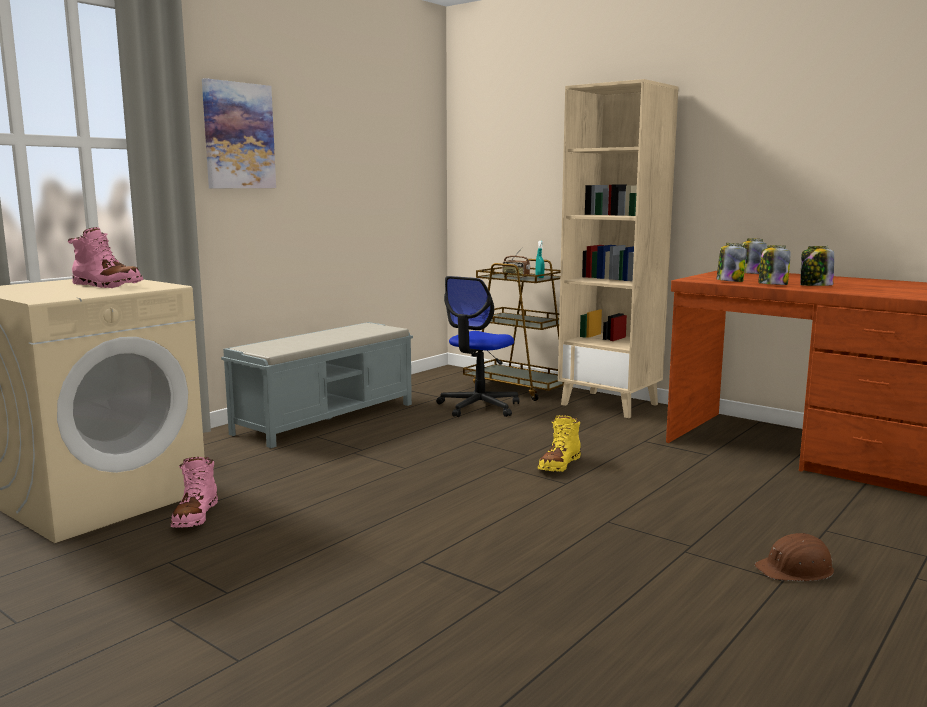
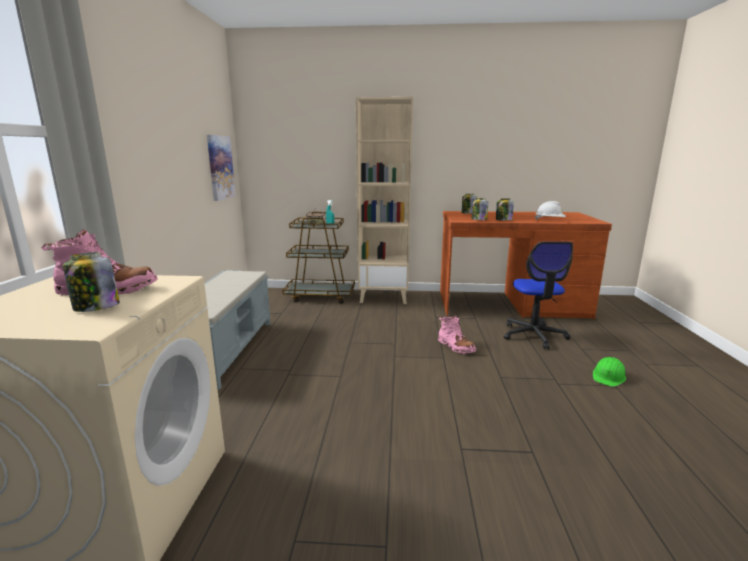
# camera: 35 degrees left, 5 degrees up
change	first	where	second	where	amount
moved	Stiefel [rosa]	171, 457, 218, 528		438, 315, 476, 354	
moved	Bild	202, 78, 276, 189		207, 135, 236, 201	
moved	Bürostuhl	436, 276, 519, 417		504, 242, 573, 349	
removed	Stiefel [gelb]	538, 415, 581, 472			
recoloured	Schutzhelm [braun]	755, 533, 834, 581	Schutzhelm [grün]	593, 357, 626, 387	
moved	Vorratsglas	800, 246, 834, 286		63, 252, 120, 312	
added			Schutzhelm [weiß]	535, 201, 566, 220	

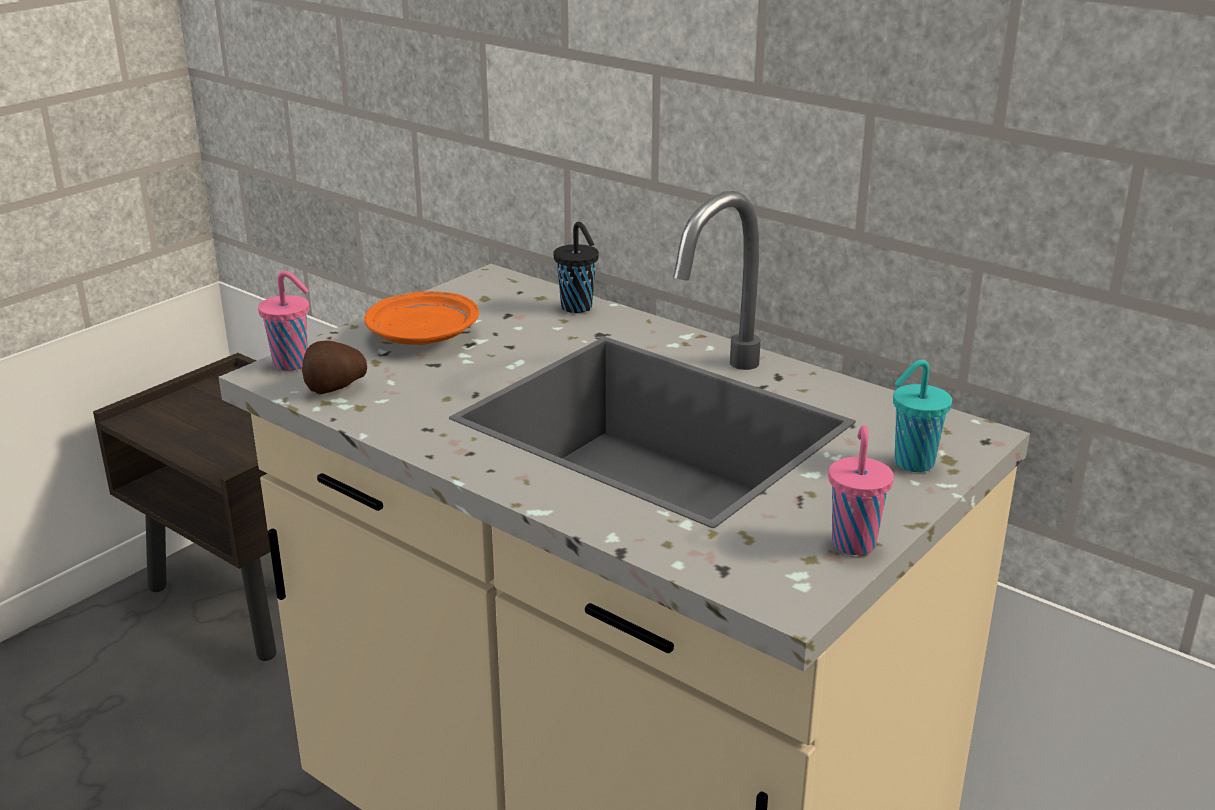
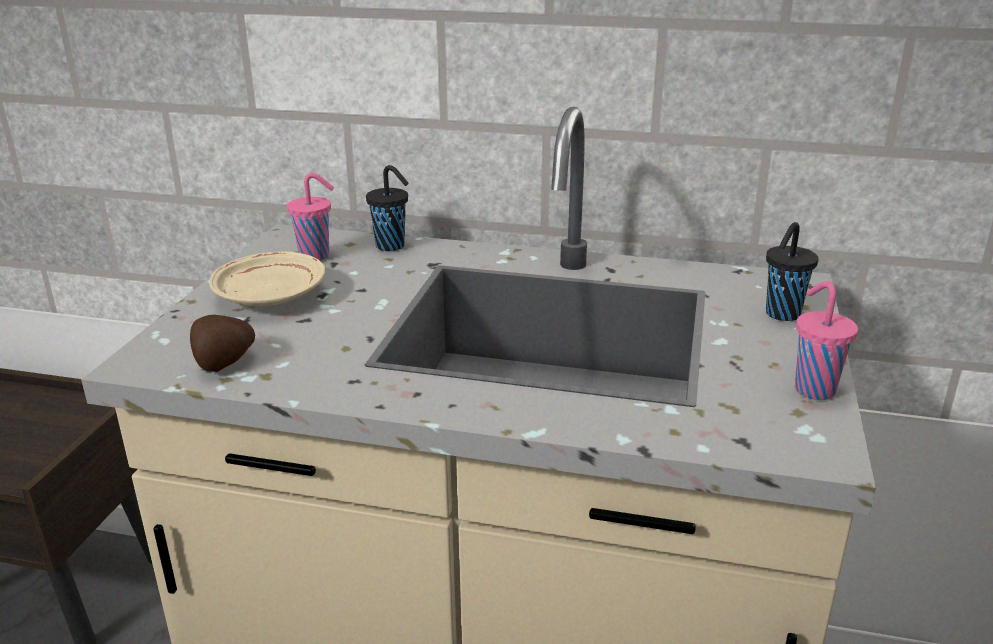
# camera: 25 degrees left, 0 degrees up
change	first	where	second	where	amount
moved	Tasse [rosa]	258, 271, 309, 371		287, 173, 334, 261	
recoloured	Teller [orange]	364, 291, 479, 345	Teller [beige]	209, 251, 325, 307	
recoloured	Tasse [türkis]	893, 359, 952, 472	Tasse [schwarz]	766, 222, 819, 321	

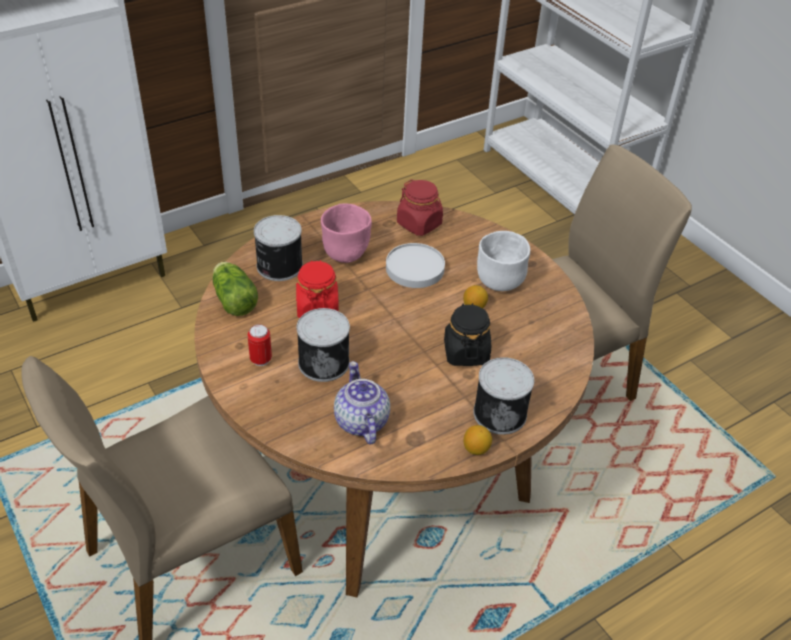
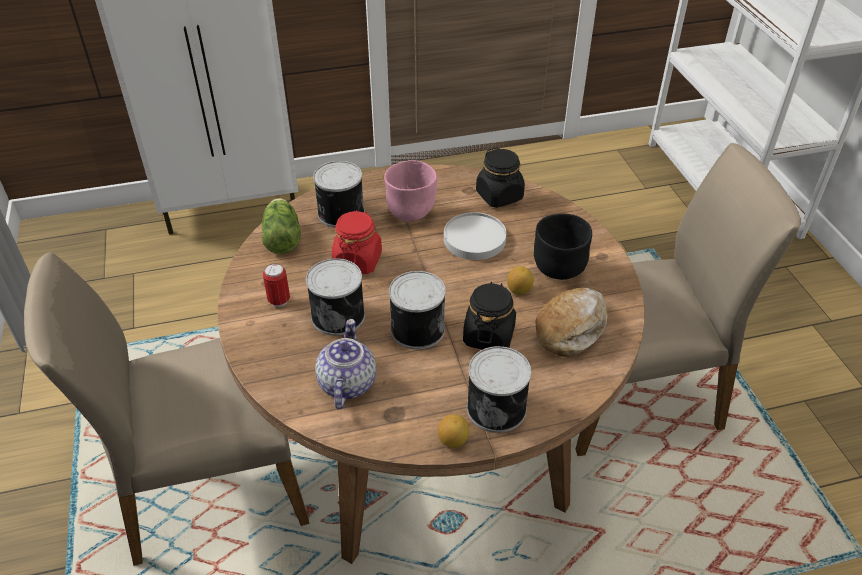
# camera: 20 degrees right, 0 degrees up
change	first	where	second	where	amount
recoloured	Vorratsglas [rot]	397, 179, 443, 236	Vorratsglas [schwarz]	476, 147, 525, 208	
recoloured	Schüssel [weiß]	477, 231, 530, 291	Schüssel [schwarz]	534, 214, 592, 280	
added			Dose	389, 271, 446, 350	
added			Brot	535, 288, 607, 357	

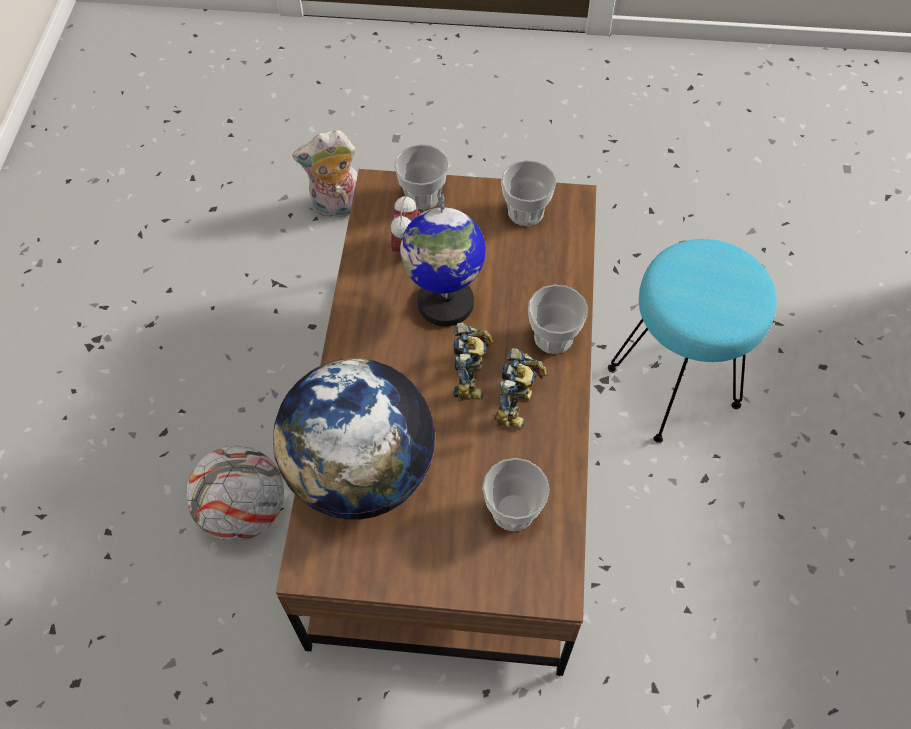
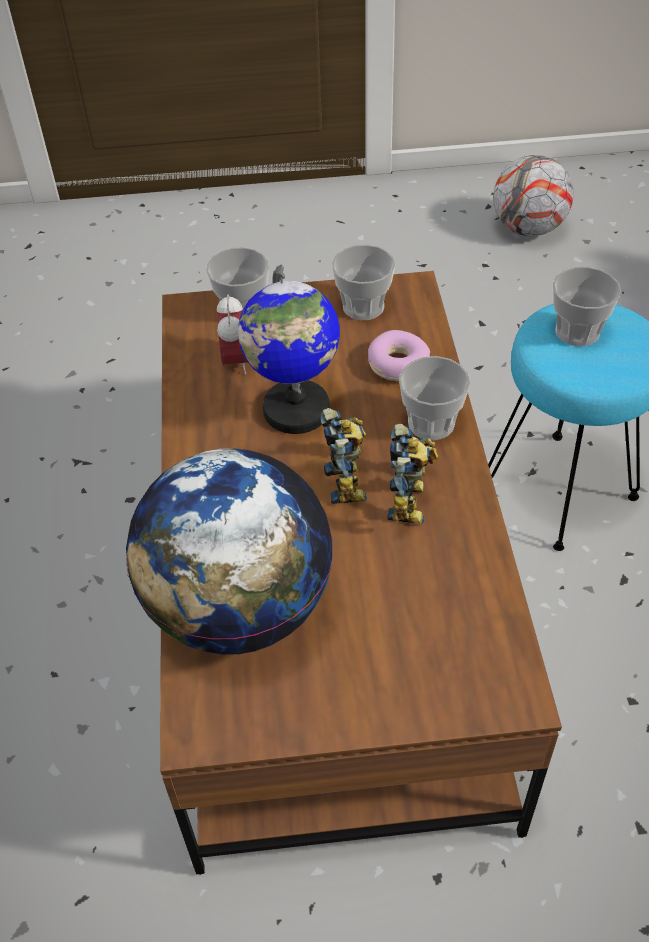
# camera: 10 degrees left, 10 degrees down
change	first	where	second	where	amount
moved	Fußball	186, 445, 284, 541		493, 155, 574, 236	
removed	Plüschtier	292, 130, 358, 218			
moved	Tasse	482, 458, 550, 531		553, 267, 621, 346	
added			Donut	368, 330, 430, 381	

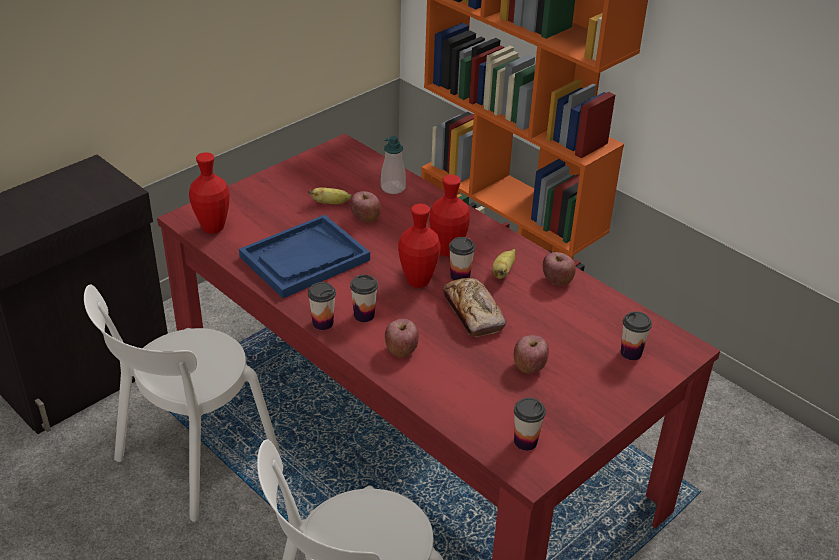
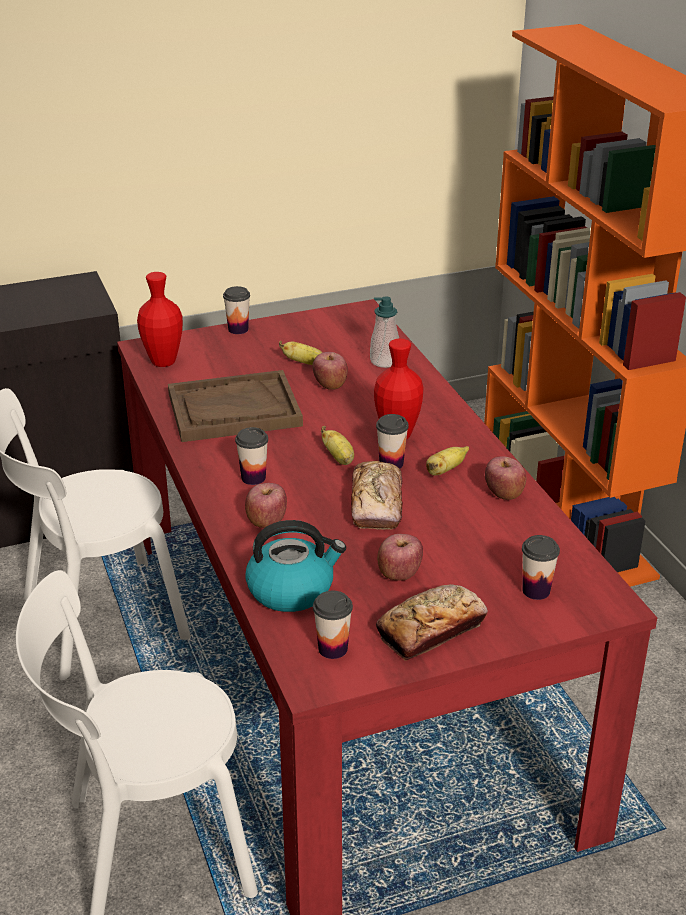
# camera: 25 degrees right, 5 degrees down
change	first	where	second	where	amount
recoloured	Tablett [blau]	239, 215, 370, 298	Tablett [braun]	168, 370, 303, 442	
moved	Tasse	308, 282, 336, 330		223, 286, 250, 334	
replaced	Vase [rot]	398, 204, 441, 288	Banane	321, 426, 354, 465	
added			Wasserkessel	245, 520, 346, 612	
added			Brot	376, 584, 488, 661	

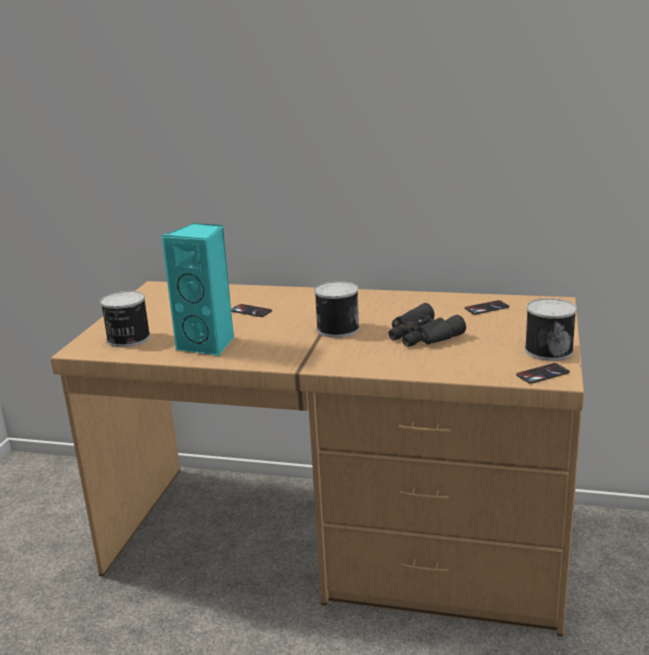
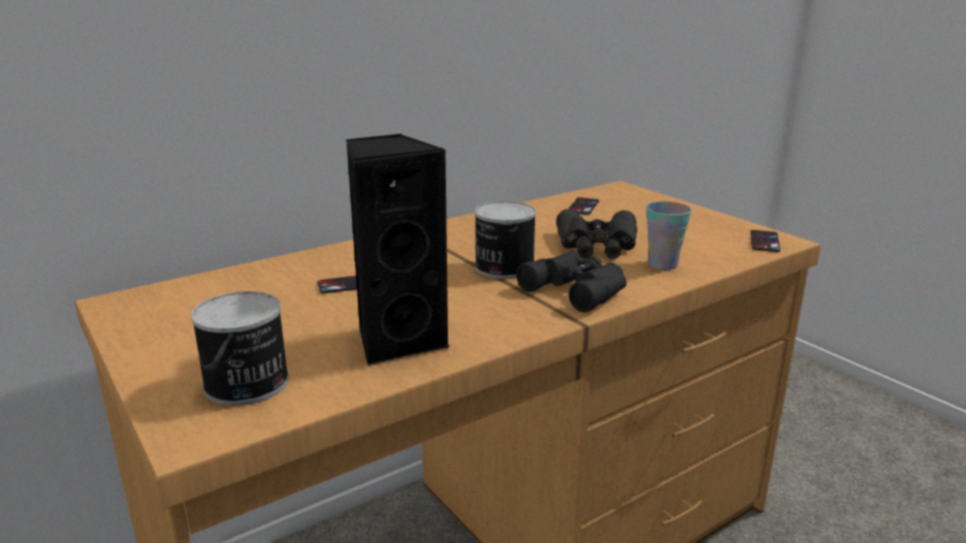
# camera: 50 degrees left, 0 degrees up
change	first	where	second	where	amount
recoloured	Lautsprecher [türkis]	162, 223, 234, 357	Lautsprecher [schwarz]	346, 134, 450, 366	
removed	Dose	525, 298, 577, 361			
added			Fernglas [schwarz]	516, 251, 626, 312	
added			Tasse	646, 201, 691, 270	

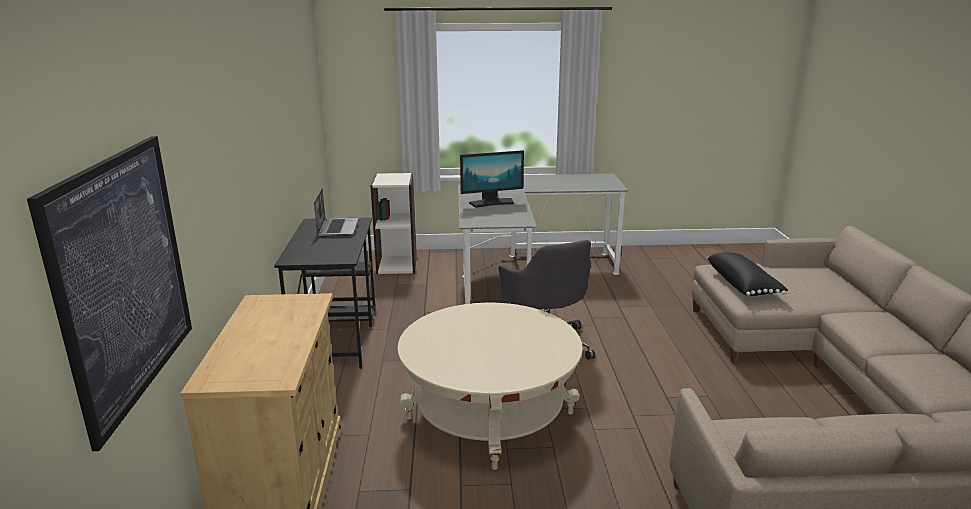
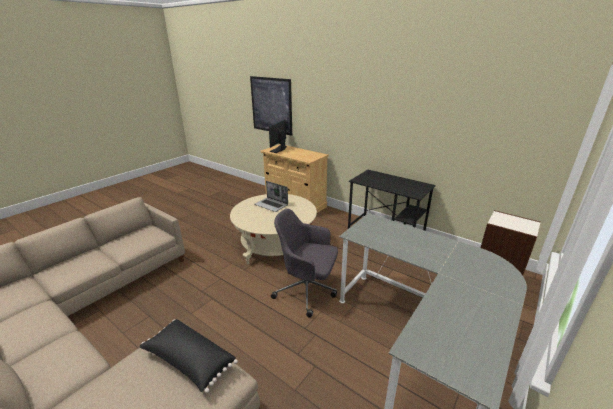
# camera: 130 degrees right, 5 degrees up
change	first	where	second	where	amount
moved	Laptop	314, 188, 358, 237		255, 181, 288, 212	
moved	Monitor	460, 150, 524, 208		269, 120, 287, 153	

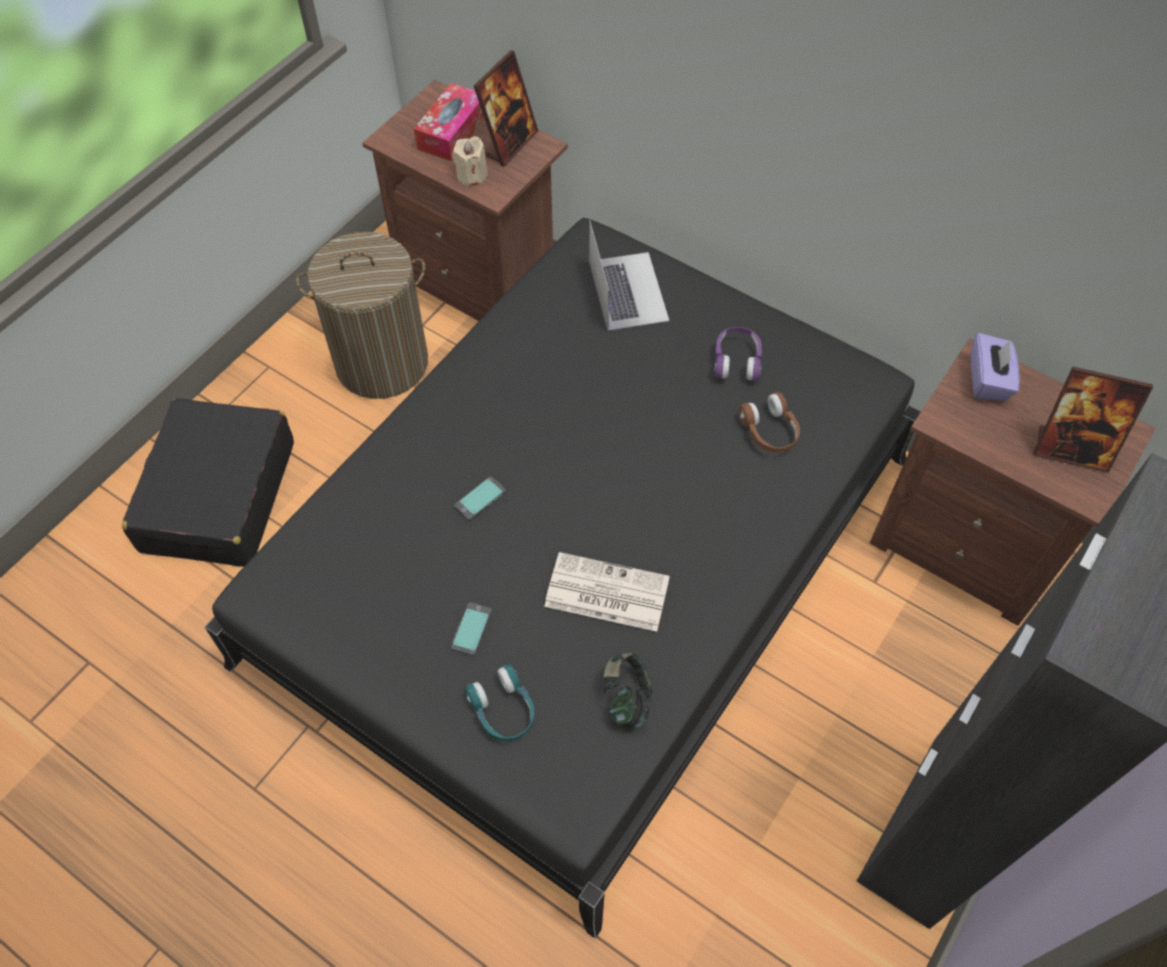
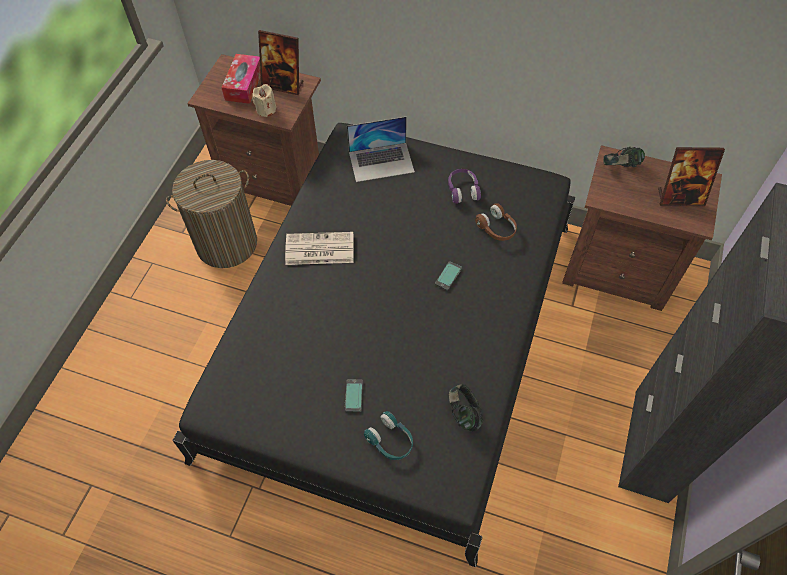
# camera: 15 degrees left, 0 degrees up
change	first	where	second	where	amount
removed	Koffer [schwarz]	122, 398, 294, 567			
moved	Handy	454, 476, 506, 521		435, 261, 462, 291	
turned	Bilderrahmen	474, 50, 538, 166		258, 30, 303, 95	90 degrees clockwise
moved	Zeitung	544, 552, 670, 632		285, 232, 354, 265	
turned	Laptop	589, 220, 669, 331		347, 117, 415, 182	105 degrees clockwise
replaced	Taschentuchbox [lila]	970, 333, 1020, 401	Kopfhörer	603, 147, 645, 167	

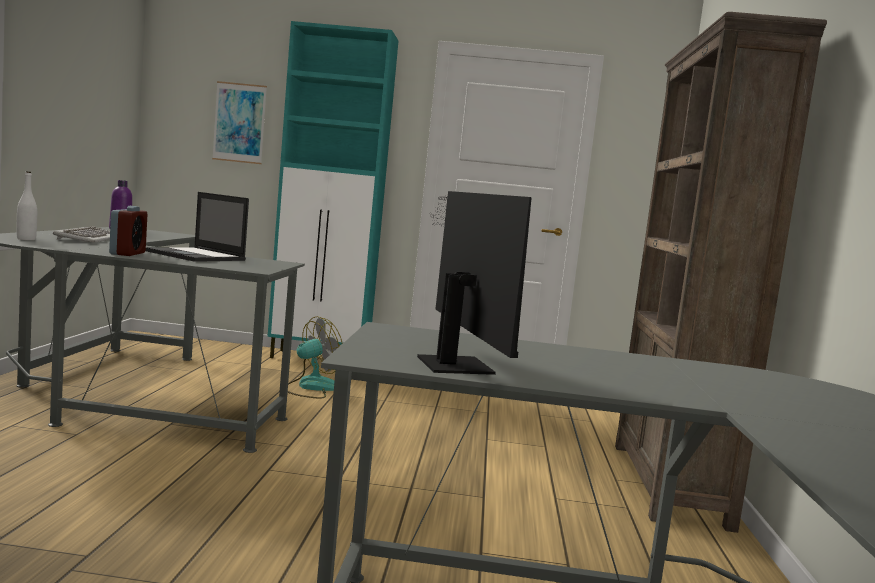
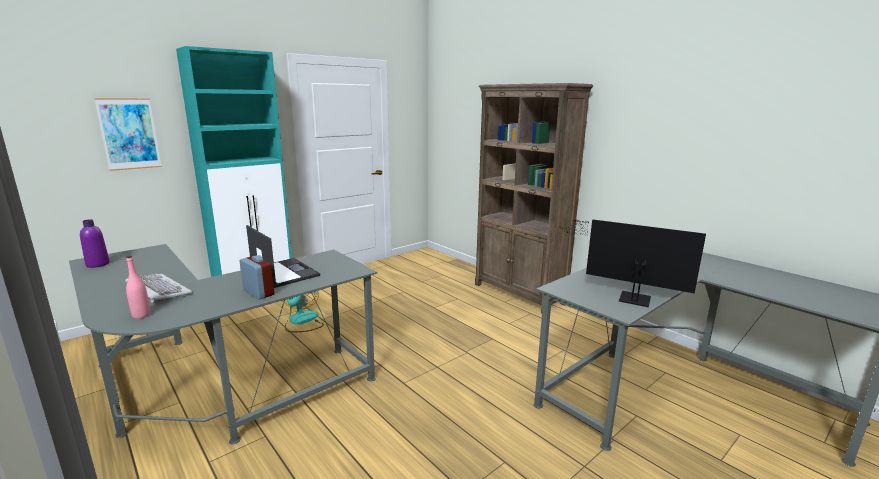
# camera: 45 degrees left, 10 degrees up
change	first	where	second	where	amount
recoloured	Flasche [weiß]	17, 171, 37, 240	Flasche [rosa]	126, 256, 150, 319	
turned	Laptop	146, 192, 249, 262		246, 225, 320, 288	120 degrees counterclockwise

